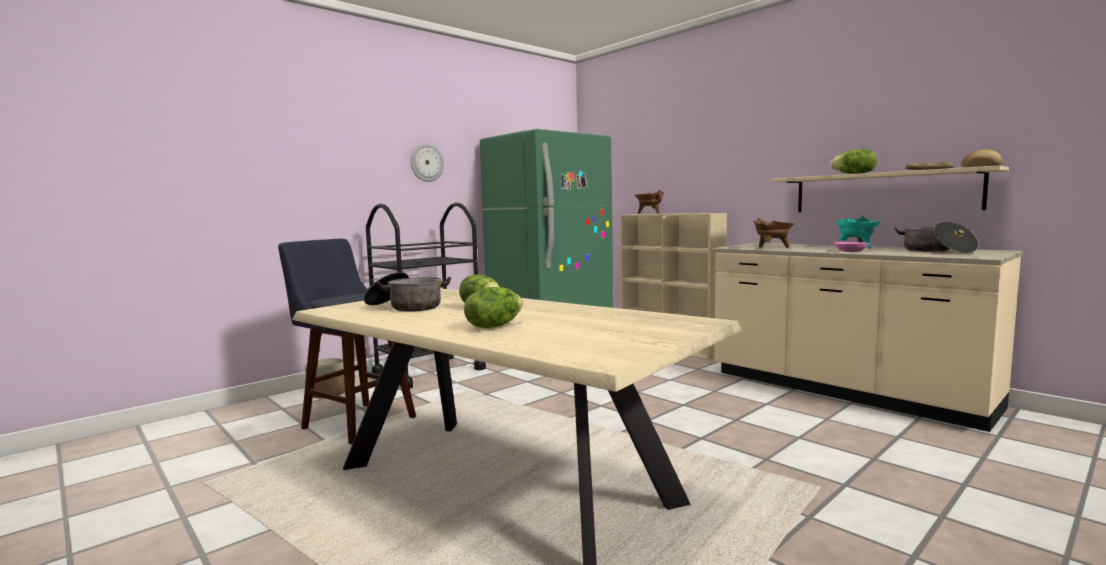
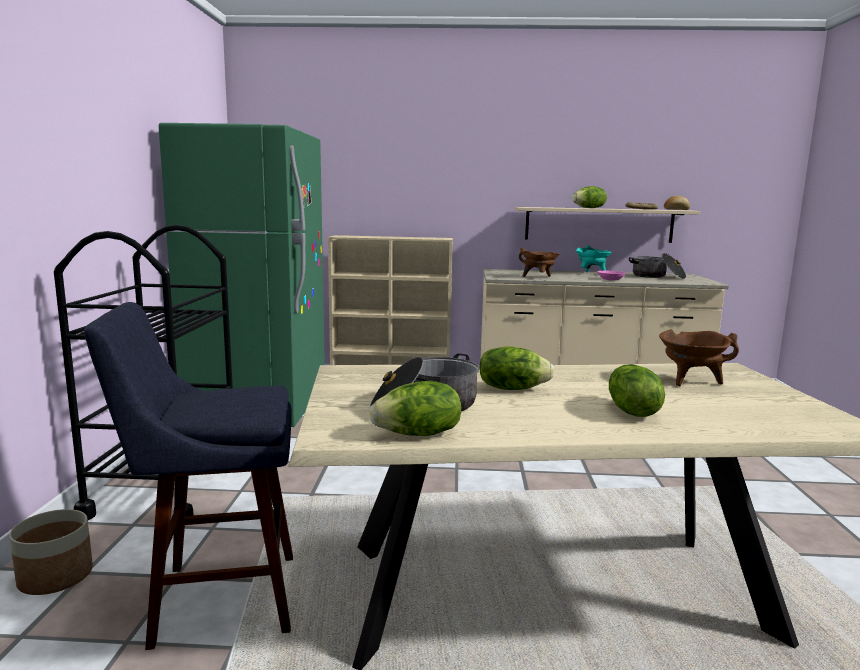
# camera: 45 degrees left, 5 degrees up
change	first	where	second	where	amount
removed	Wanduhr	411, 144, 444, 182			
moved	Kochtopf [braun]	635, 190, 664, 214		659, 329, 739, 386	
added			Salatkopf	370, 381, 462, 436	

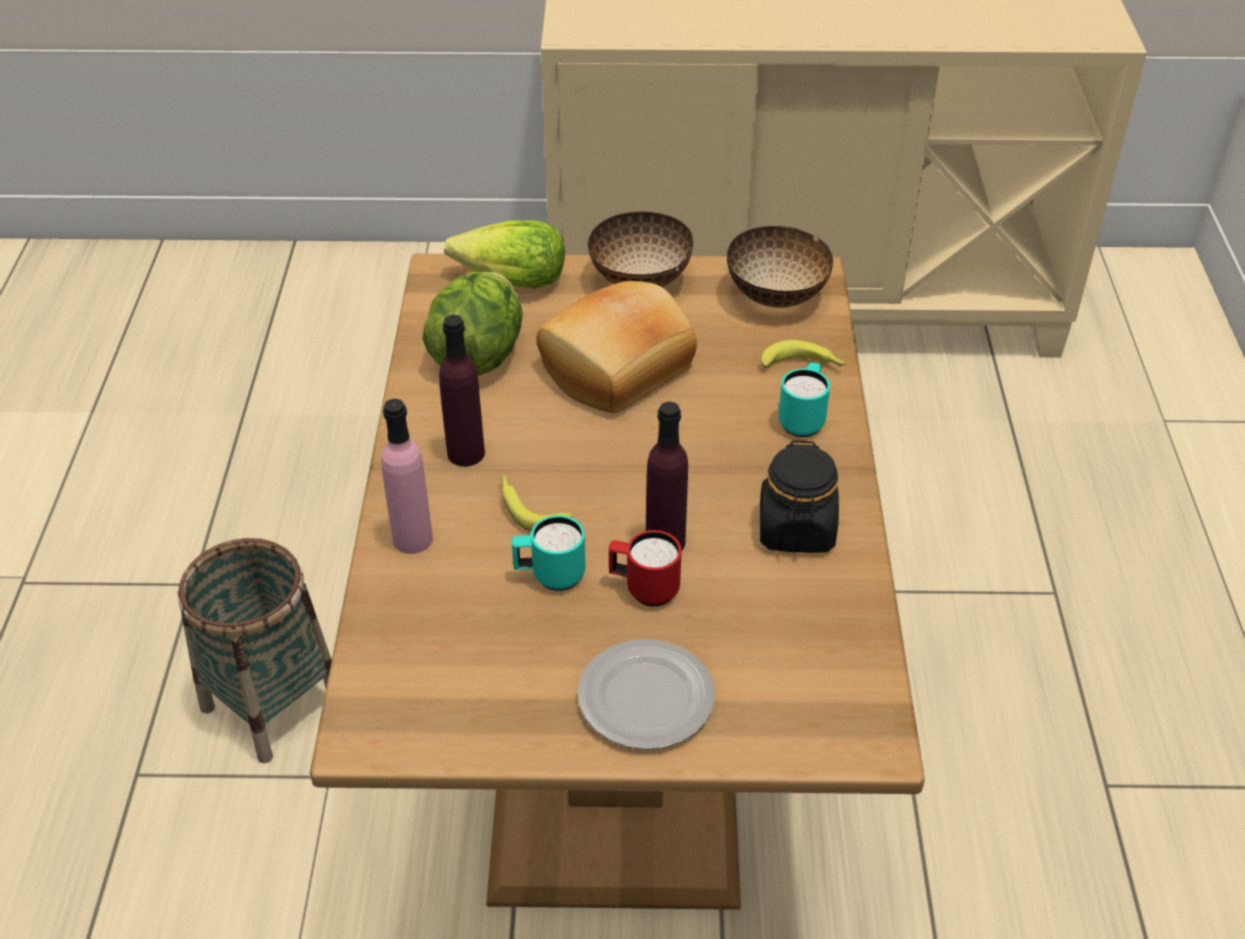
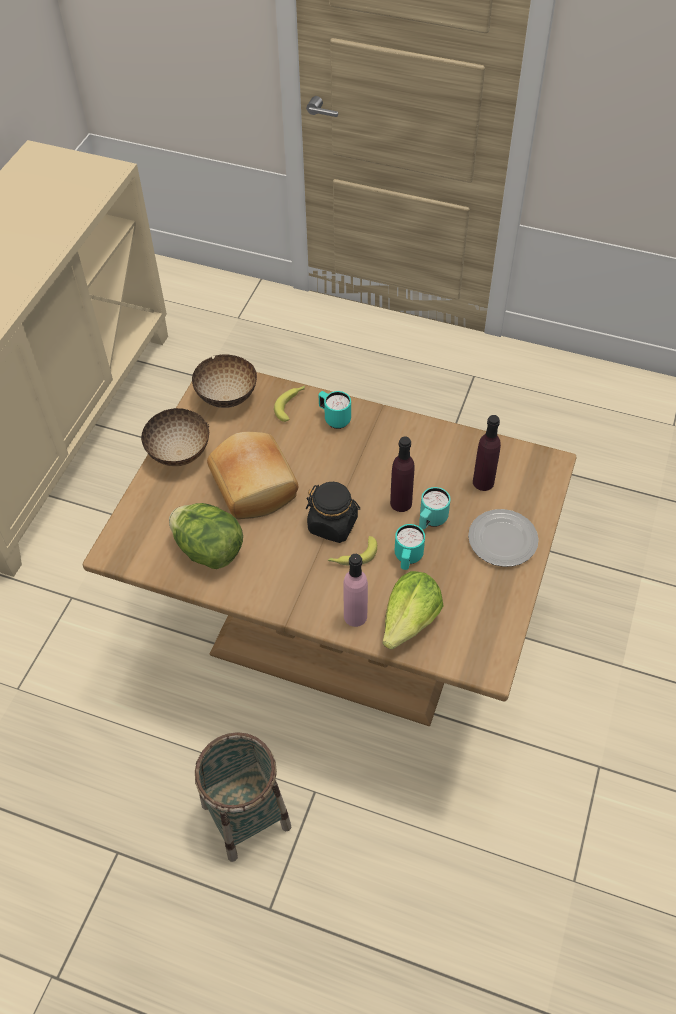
# camera: 70 degrees left, 10 degrees up
change	first	where	second	where	amount
moved	Flasche [lila]	439, 315, 485, 466		473, 415, 501, 491	
moved	Salatkopf	444, 220, 565, 289		382, 571, 443, 649	
recoloured	Henkelbecher [rot]	609, 530, 682, 606	Henkelbecher [türkis]	419, 487, 450, 529	
moved	Vorratsglas [schwarz]	760, 440, 839, 553		306, 482, 360, 543	

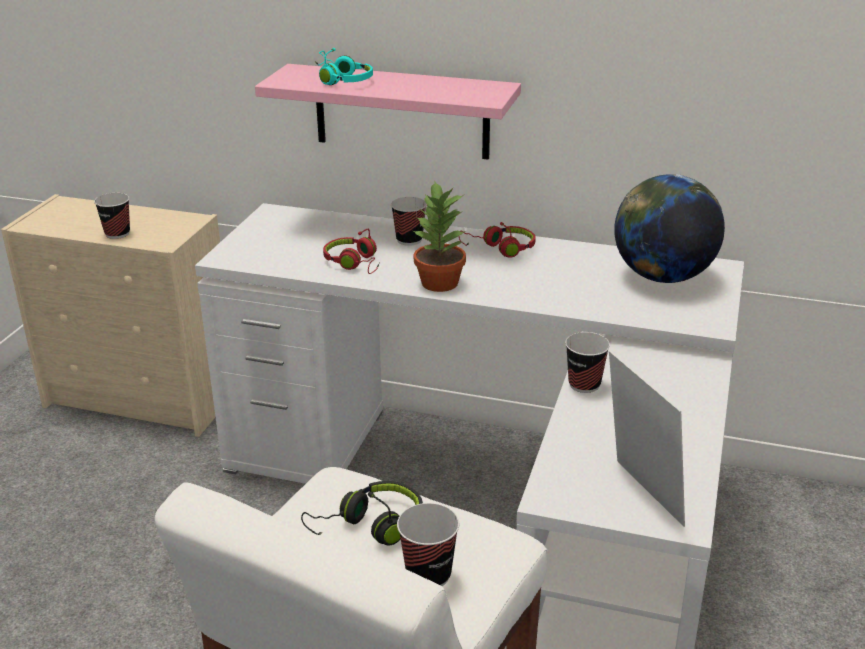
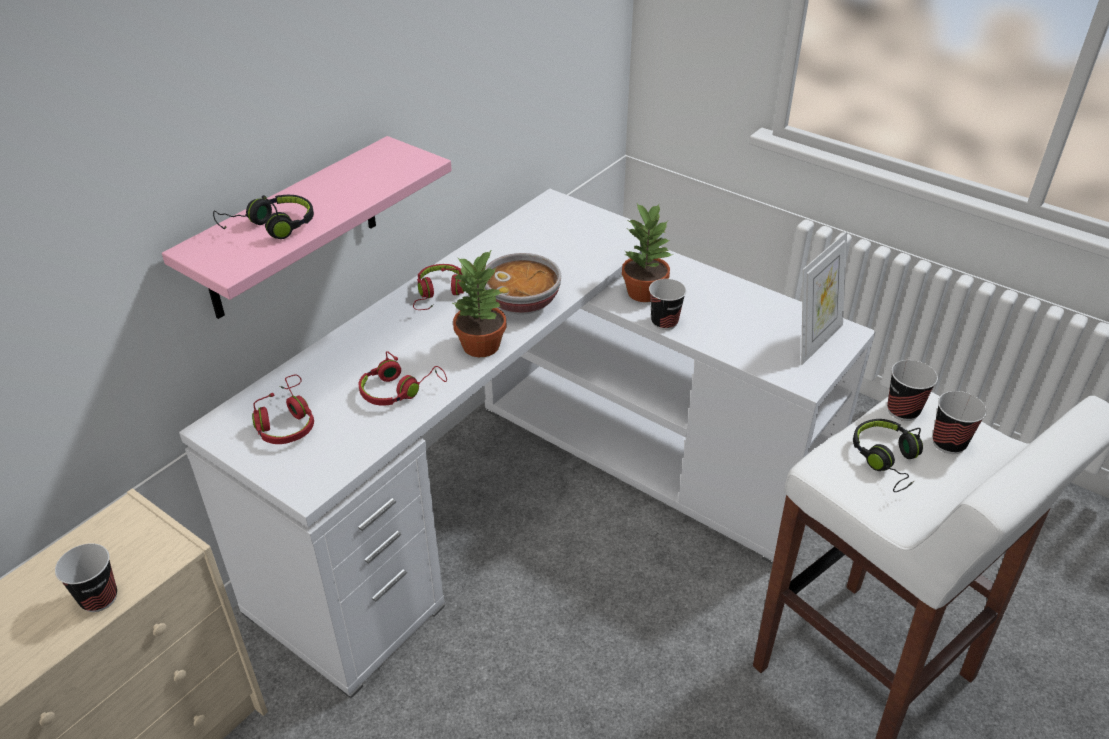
# camera: 70 degrees left, 10 degrees up
change	first	where	second	where	amount
recoloured	Kopfhörer [türkis]	316, 48, 373, 85	Kopfhörer [schwarz]	213, 195, 314, 239	
moved	Tasse	391, 197, 427, 246		887, 360, 938, 421	
turned	Bilderrahmen	609, 351, 685, 527		801, 232, 847, 365	135 degrees clockwise
removed	Globus	614, 174, 725, 283			
added			Kopfhörer [rot]	252, 374, 314, 444	
added			Schüssel	484, 253, 561, 315	
added			Topfpflanze	622, 203, 671, 302	

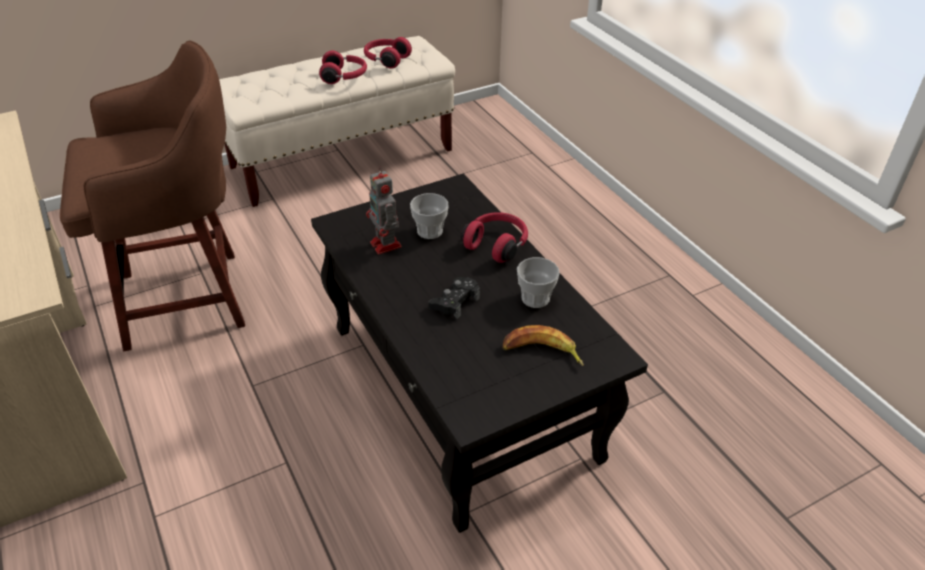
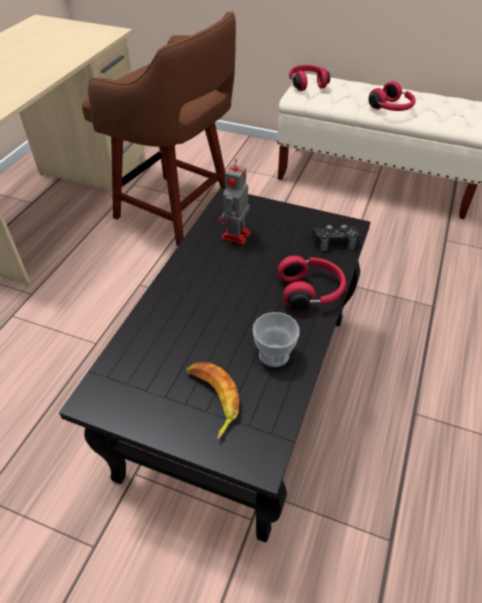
# camera: 50 degrees right, 5 degrees up
change	first	where	second	where	amount
moved	Kopfhörer [rot]	364, 37, 412, 69		289, 65, 330, 91	
removed	Tasse	410, 193, 449, 239			
moved	Gamepad [schwarz]	429, 277, 480, 319		312, 225, 359, 251	

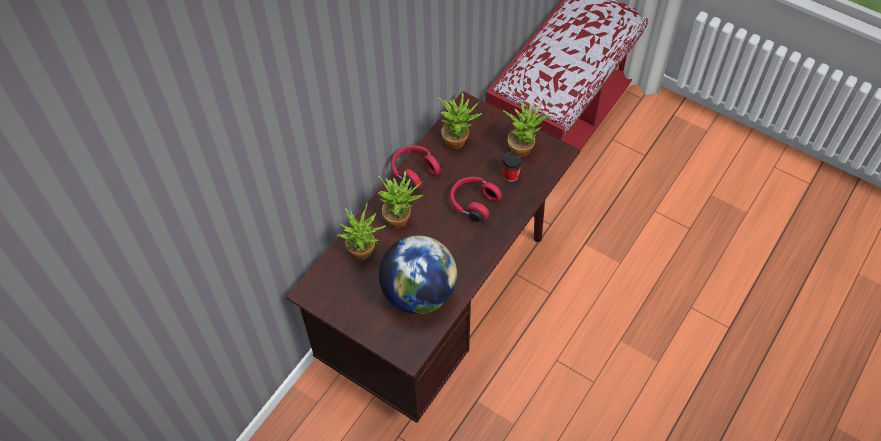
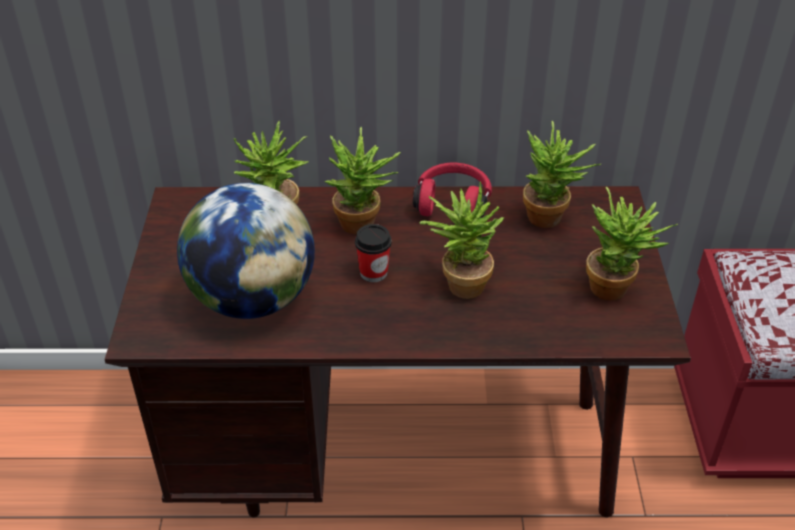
# camera: 55 degrees right, 15 degrees down
change	first	where	second	where	amount
replaced	Kopfhörer [rot]	450, 177, 502, 222	Topfpflanze	420, 181, 504, 299	
moved	Tasse	502, 152, 522, 182		355, 224, 392, 282	

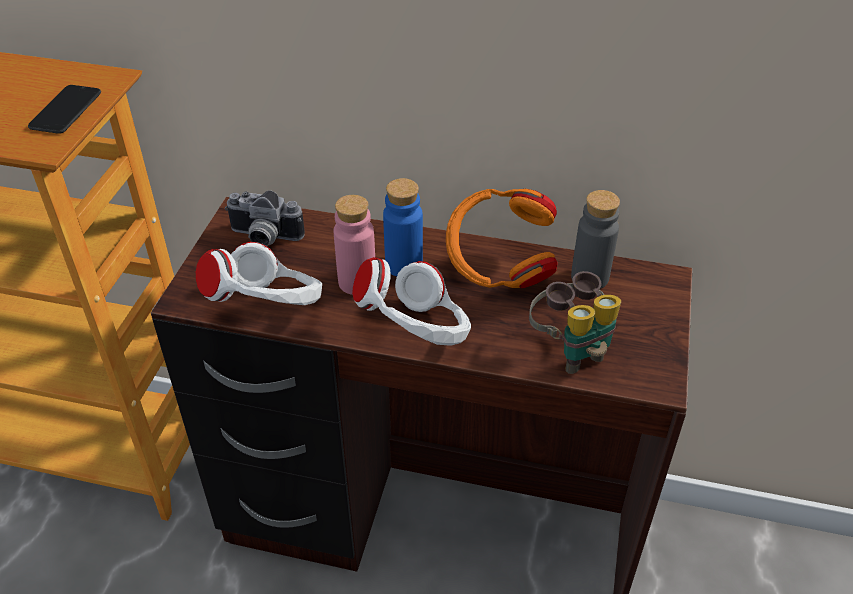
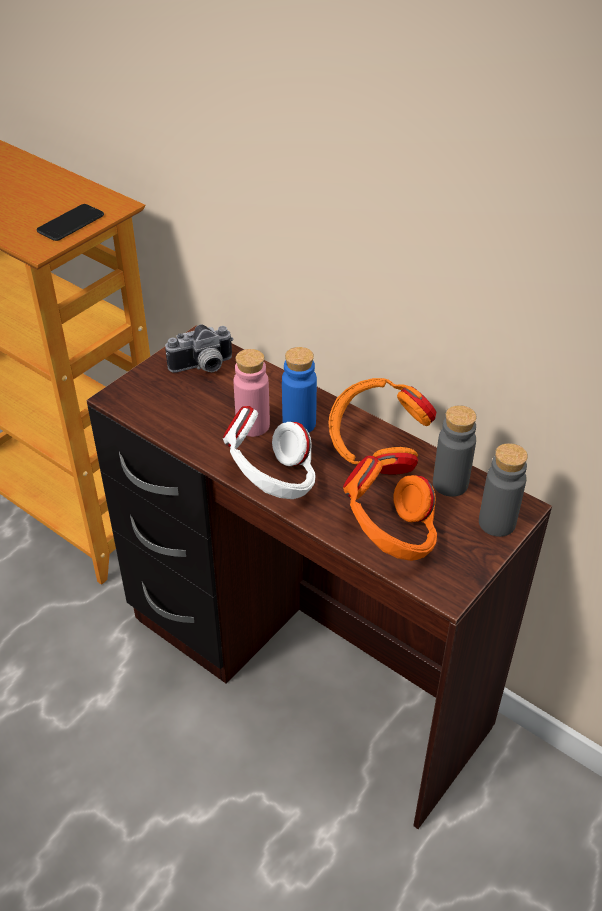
# camera: 25 degrees right, 0 degrees up
change	first	where	second	where	amount
removed	Kopfhörer [weiß]	196, 242, 322, 305			
turned	Kamera	225, 191, 305, 246		165, 324, 233, 373	60 degrees counterclockwise
replaced	Fernglas	529, 271, 621, 374	Kopfhörer [orange]	343, 456, 437, 561	
added			Flasche [grau]	479, 443, 528, 537	

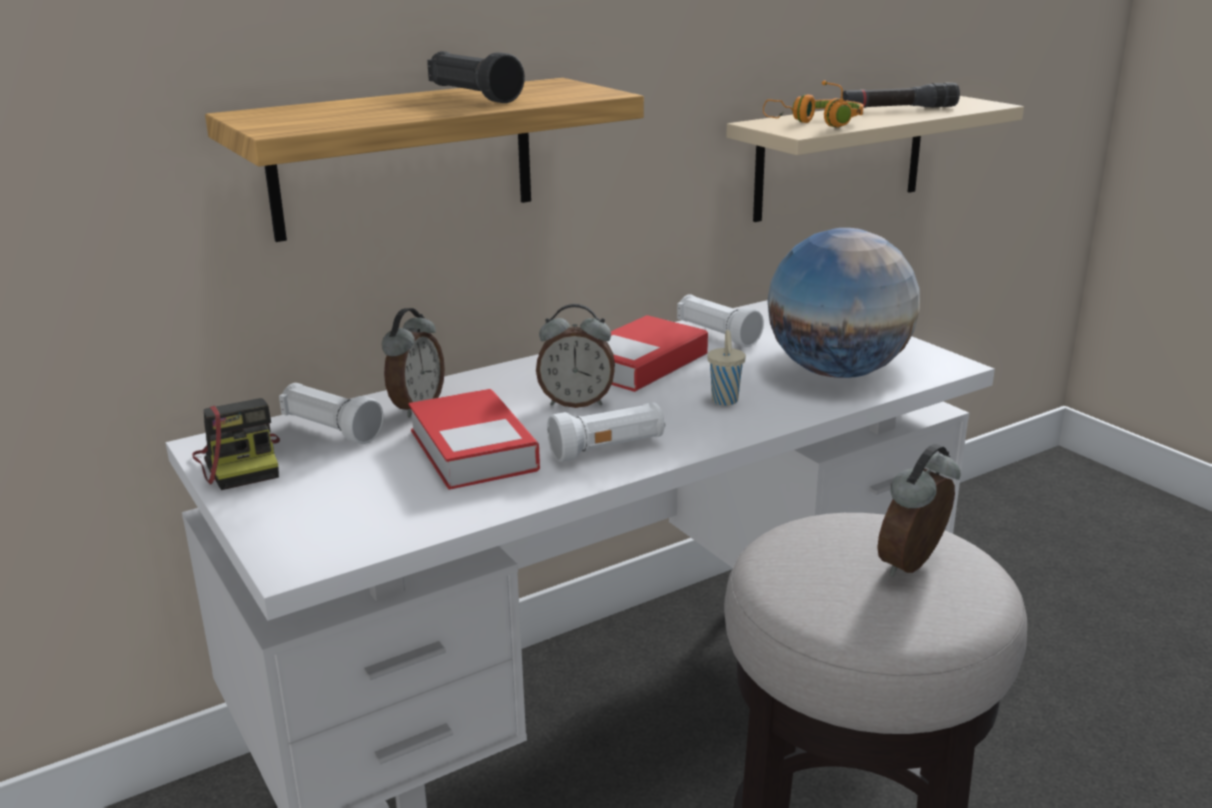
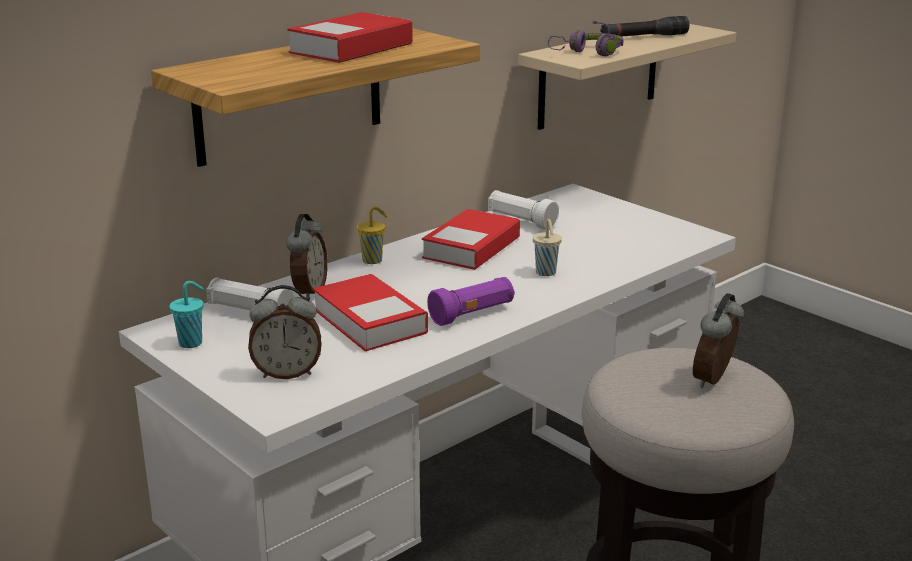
# camera: 10 degrees left, 0 degrees up
change	first	where	second	where	amount
replaced	Kamera	192, 398, 280, 490	Tasse [türkis]	169, 281, 204, 348	
replaced	Taschenlampe [schwarz]	427, 51, 525, 103	Buch	287, 12, 413, 63	
moved	Wecker	536, 304, 615, 408		248, 285, 322, 379	
recoloured	Taschenlampe [weiß]	547, 403, 666, 462	Taschenlampe [lila]	427, 277, 515, 326	
recoloured	Kopfhörer [orange]	763, 81, 864, 128	Kopfhörer [lila]	548, 20, 624, 56	
removed	Globus	767, 228, 920, 378			
added			Tasse [gelb]	357, 207, 388, 264	

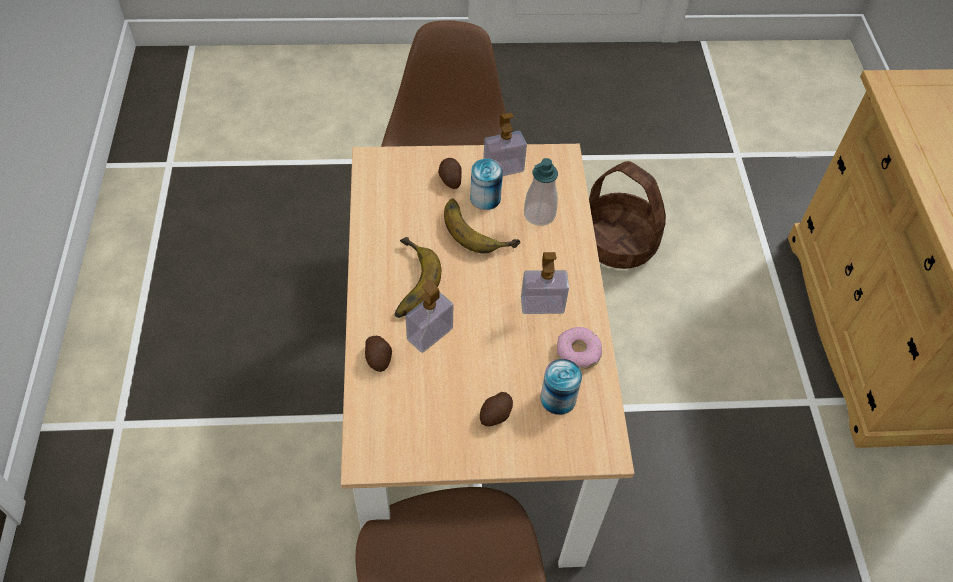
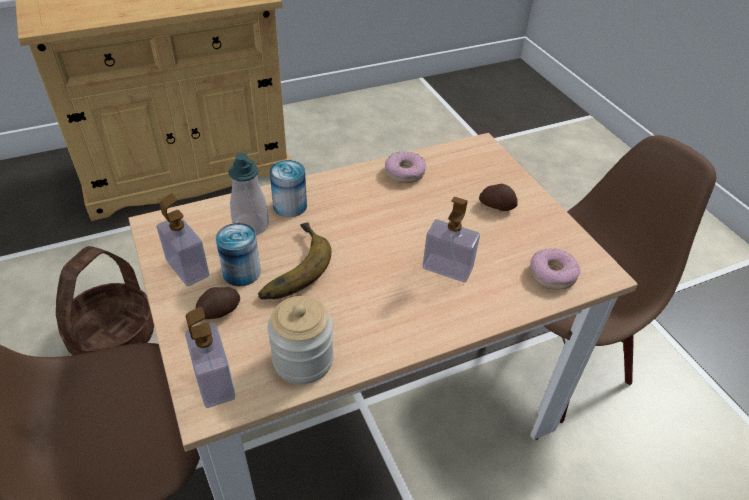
# camera: 110 degrees left, 10 degrees down
change	first	where	second	where	amount
removed	Kartoffel	365, 336, 392, 372			
removed	Banane	394, 237, 441, 318			
moved	Seifenspender	521, 252, 569, 314		185, 307, 235, 408	
moved	Dose	541, 359, 582, 415		270, 160, 307, 217	
added			Vorratsglas	267, 296, 334, 384	
added			Donut	530, 249, 581, 290	

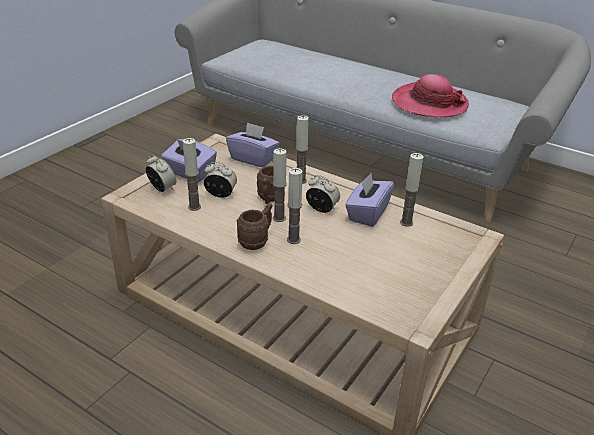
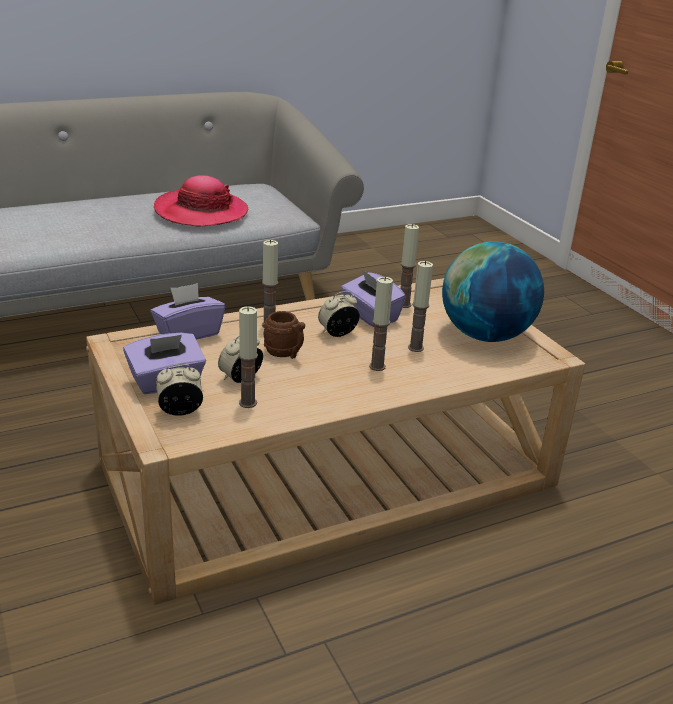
# camera: 60 degrees left, 5 degrees down
change	first	where	second	where	amount
removed	Henkelbecher [braun]	237, 203, 273, 250			
moved	Kerze	273, 148, 287, 222		408, 261, 433, 352	
added			Globus	442, 241, 544, 342	

